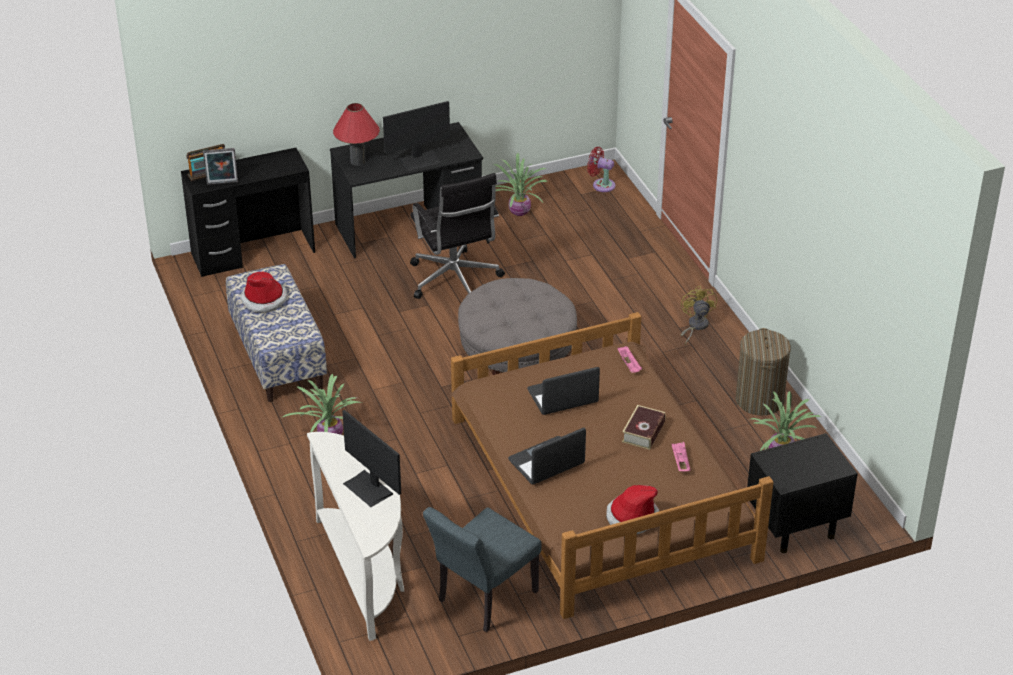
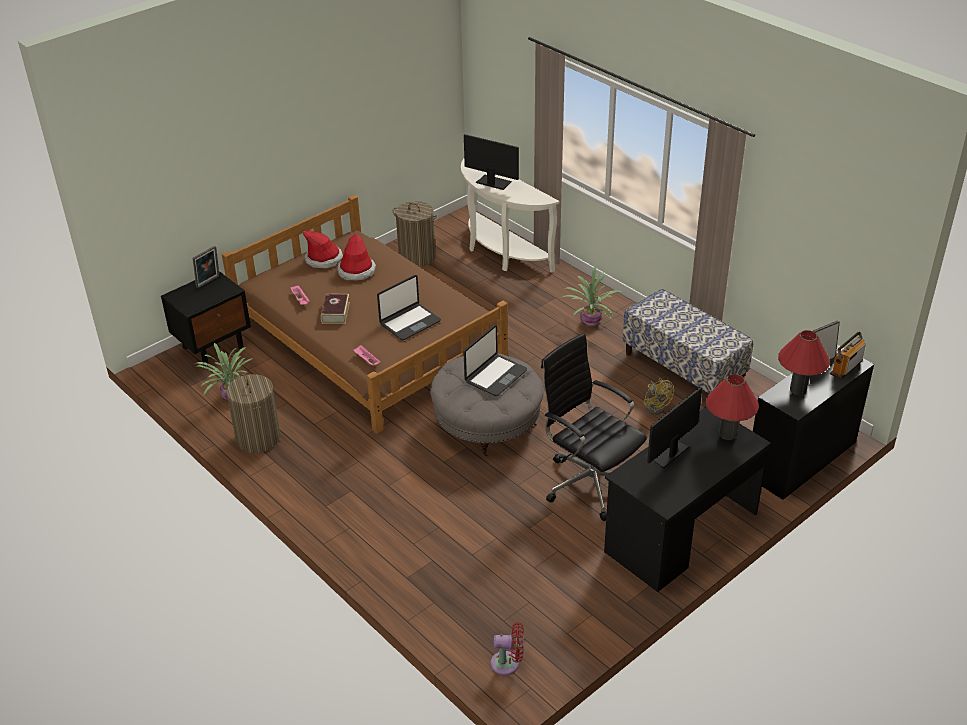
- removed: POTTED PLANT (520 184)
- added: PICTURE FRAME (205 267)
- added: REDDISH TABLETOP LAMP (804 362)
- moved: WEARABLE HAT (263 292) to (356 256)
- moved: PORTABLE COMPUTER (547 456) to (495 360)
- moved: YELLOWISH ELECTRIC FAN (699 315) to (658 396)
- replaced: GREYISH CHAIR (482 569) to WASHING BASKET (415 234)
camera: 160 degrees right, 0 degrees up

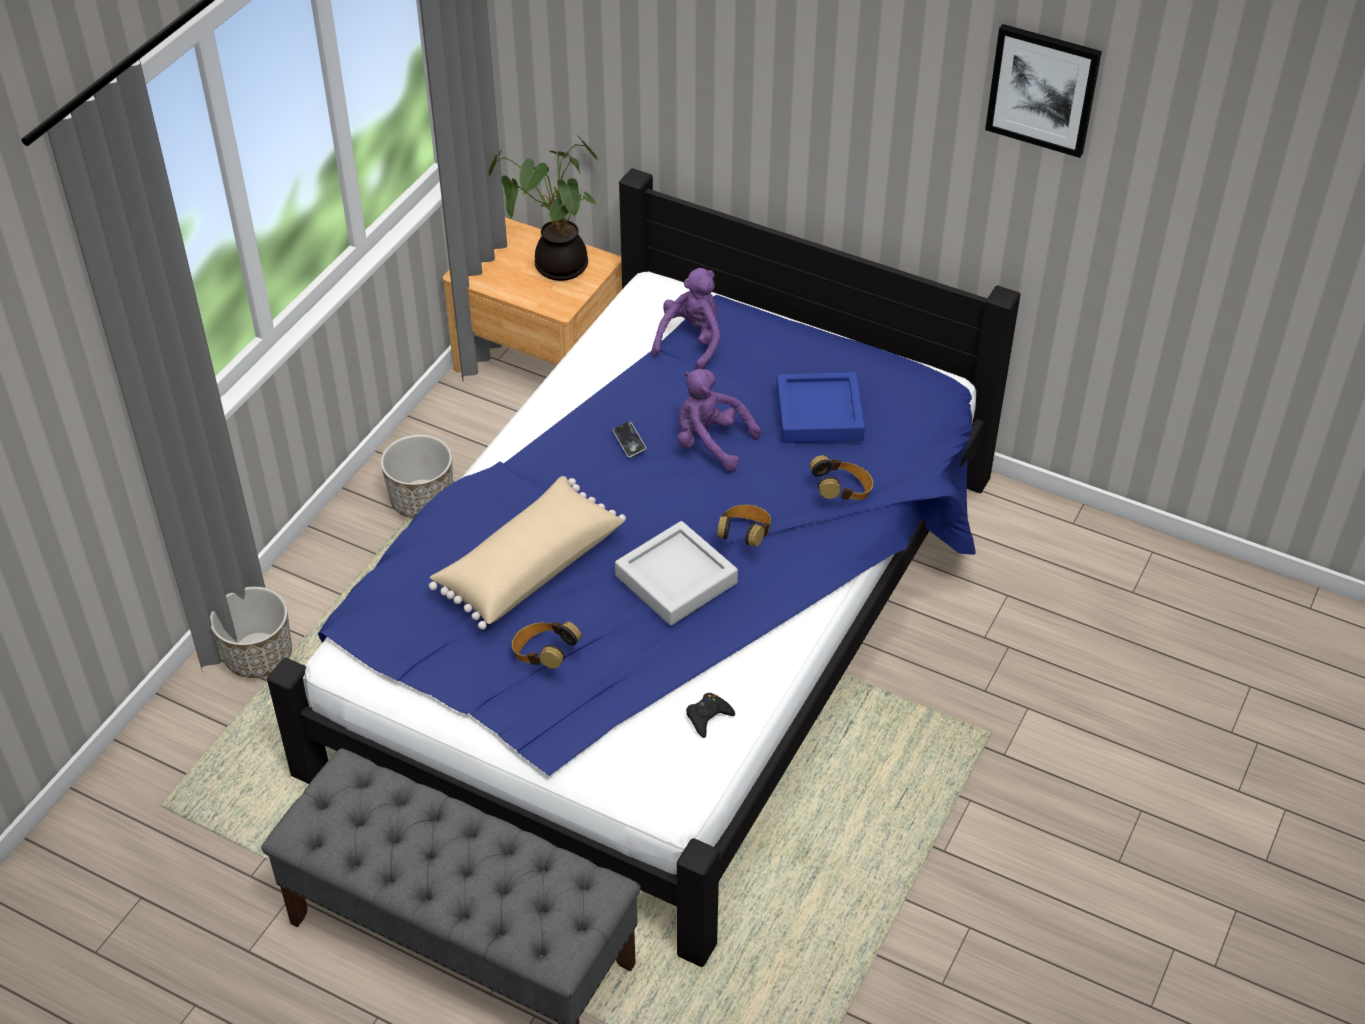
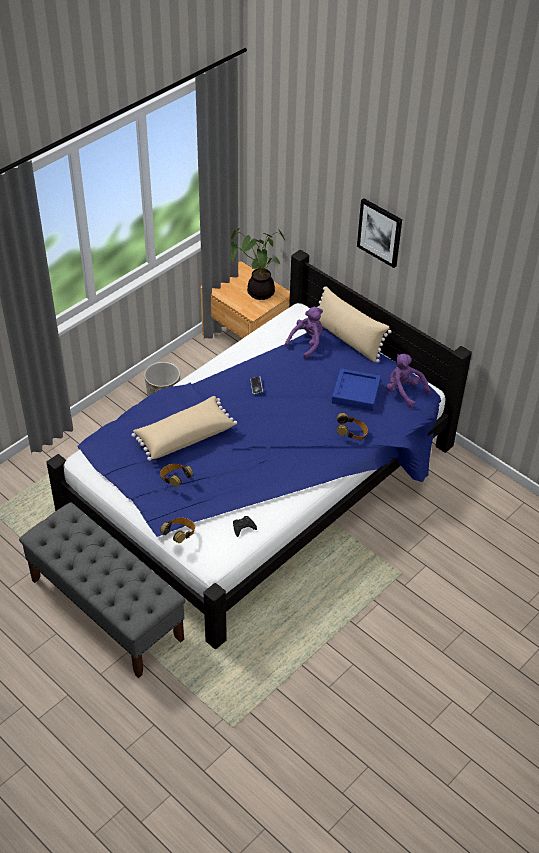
- removed: PLANT POT (251 632)
- removed: GREYISH SERVING TRAY (676 573)
- added: BEIGE THROW PILLOW (355 324)
- moved: PURPLE CUDDLY TOY (719 419) to (408 381)
- moved: PAIR OF HEADPHONES (744 526) to (177 530)
- moved: WALL ART (1043 91) to (379 233)
camera: 15 degrees right, 0 degrees up

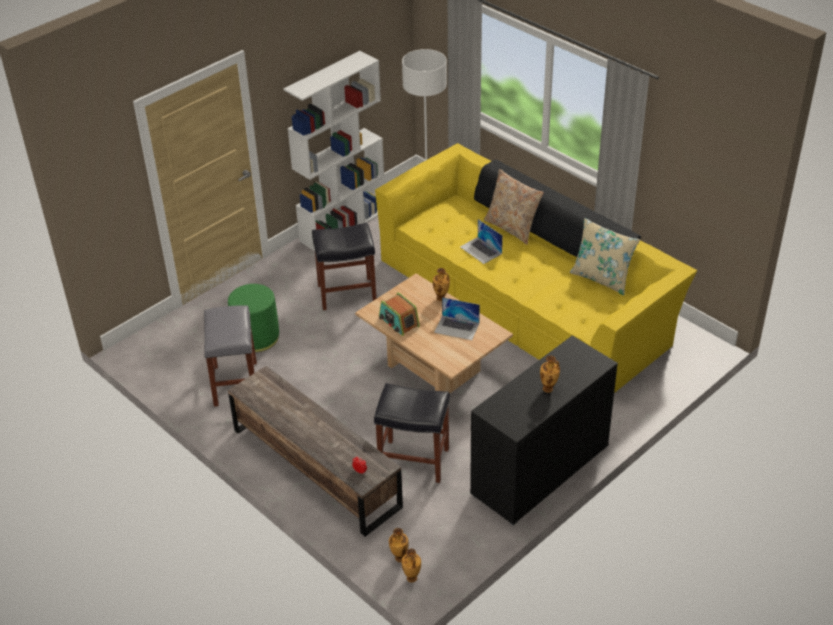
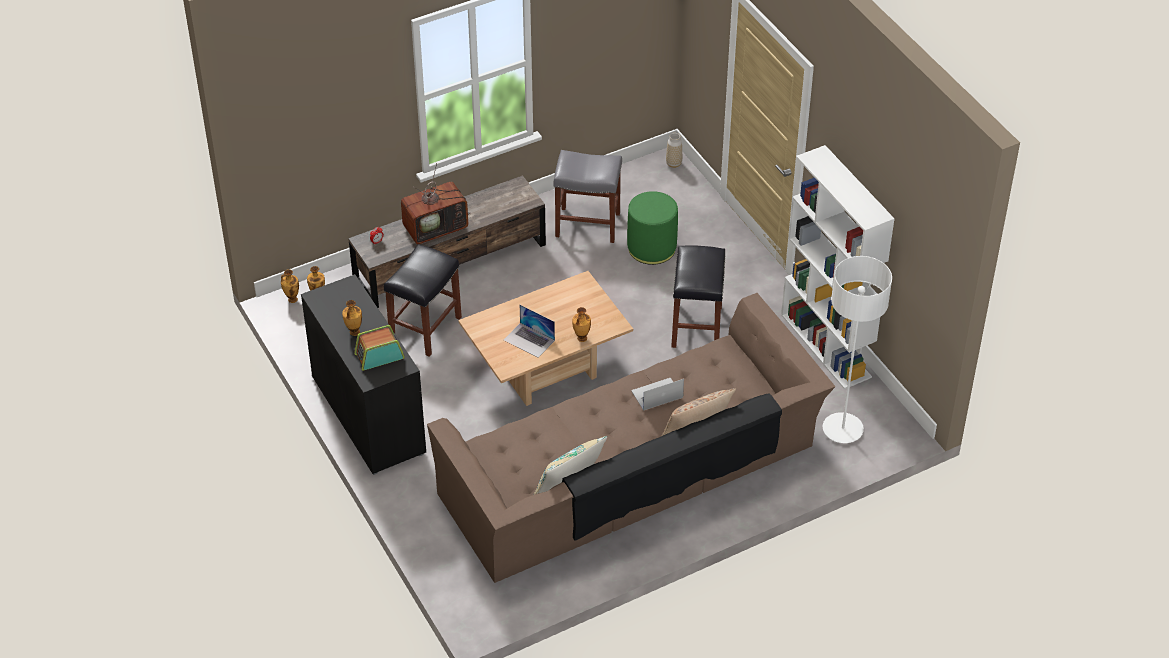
- added: TELEVISION (436 203)
- added: DECORATIVE VASE (674 150)
- moved: RADIO (399 314) to (379 348)
- recoloured: YELLOWISH COUCH (536 268) to BROWN-COLOURED COUCH (631 438)
- turned: PORTABLE COMPUTER (457 318) = (529 331) 90 degrees counterclockwise
camera: 105 degrees right, 5 degrees up

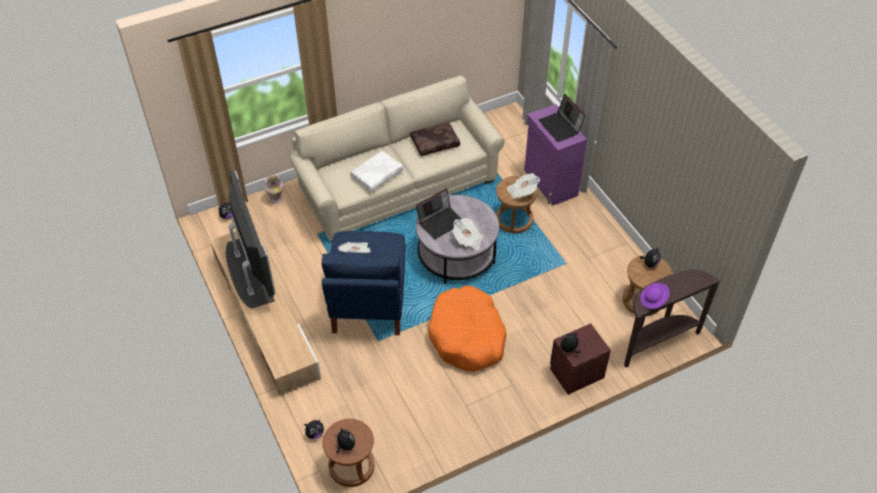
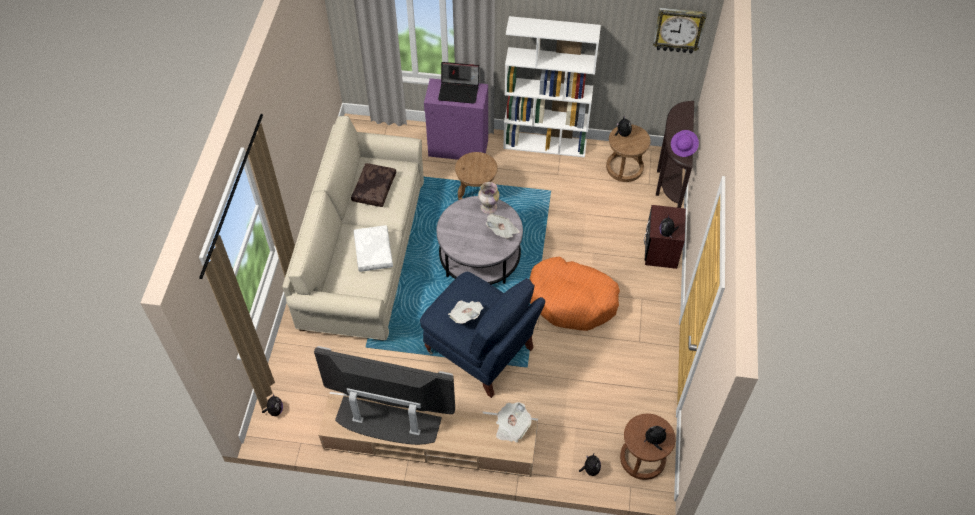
- removed: PORTABLE COMPUTER (439 214)
- added: WHITISH SHELVING UNIT (552 87)
- added: HANGING CLOCK (680 30)
- moved: DECORATIVE VASE (274 189) to (489 198)
- moved: PRINTED PAPER (523 186) to (514 422)
camera: 55 degrees left, 5 degrees up

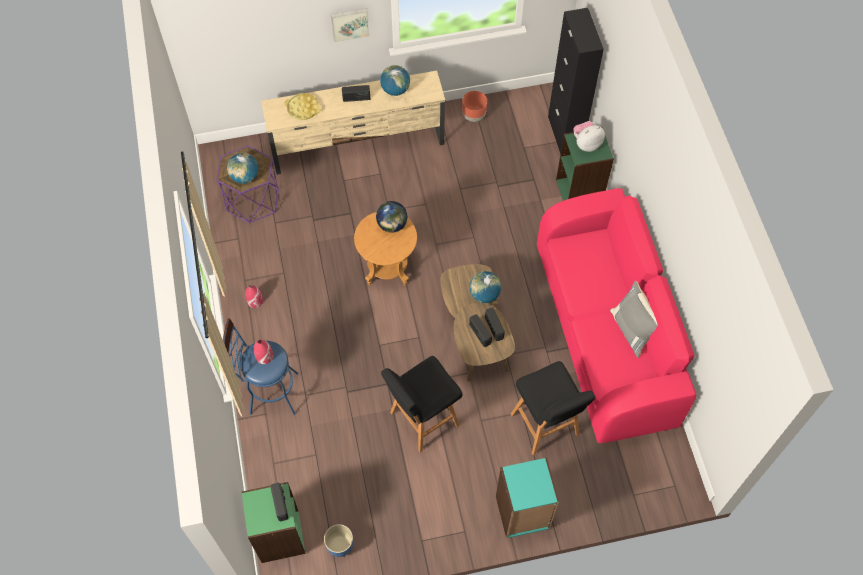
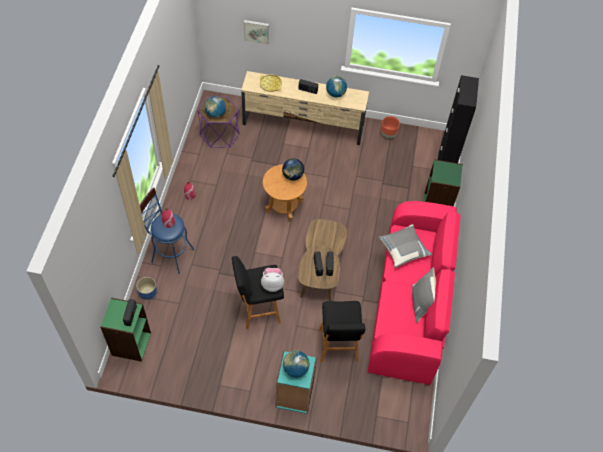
- added: GREYISH THROW PILLOW (405 246)
- moved: BLUISH PLANT POT (338 540) to (146 288)
- moved: WALL ART (350 25) to (256 32)
- moved: WORLD GLOBE (485 287) to (296 364)
- moved: CUDDLY TOY (589 136) to (272 280)
camera: 20 degrees right, 5 degrees down

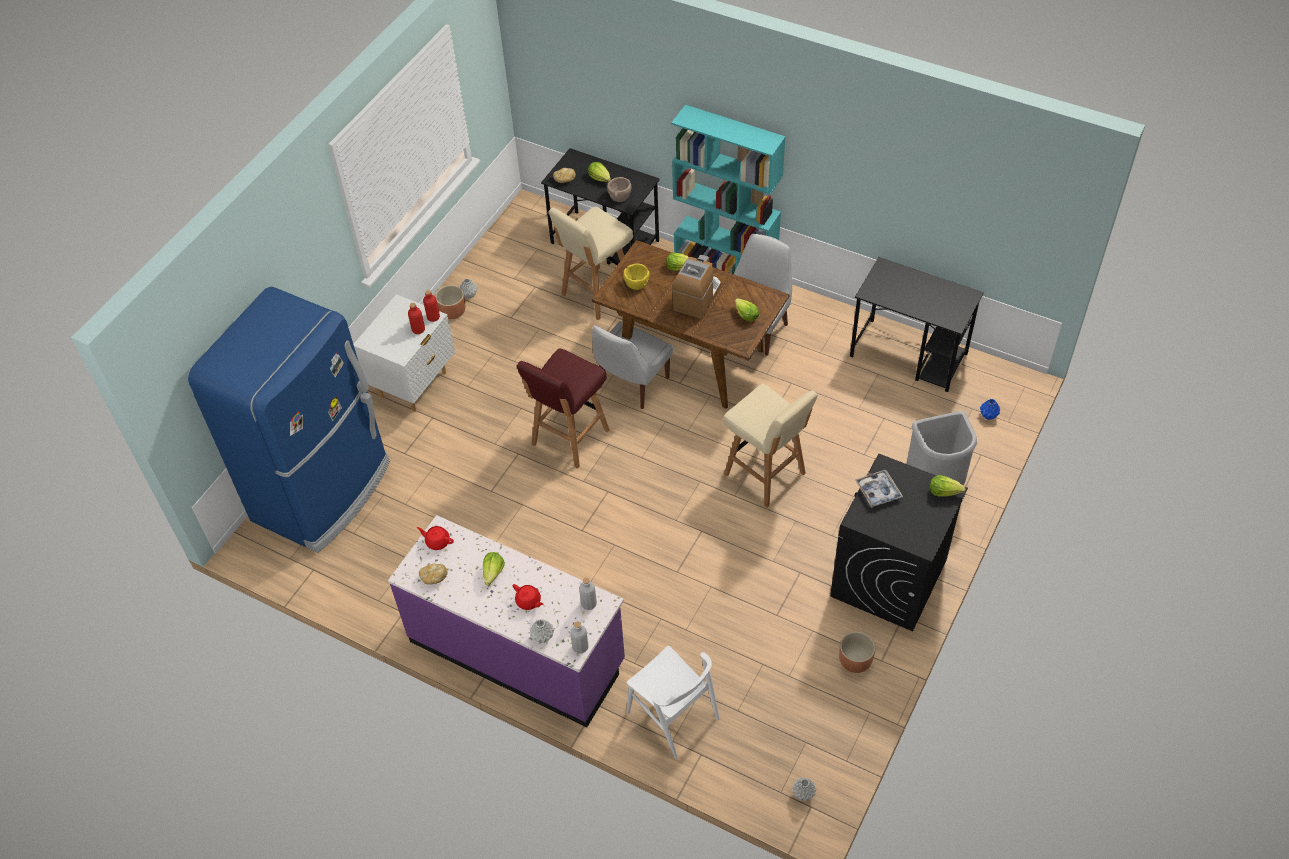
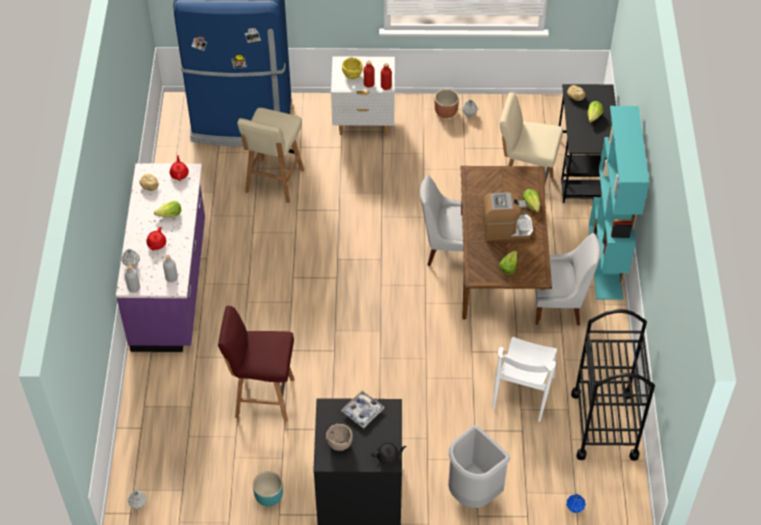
- moved: REDDISH SITTING STOOL (563 408) to (256 364)
- moved: BROWN-COLOURED DEEP DISH (619 189) to (339 437)
- moved: YELLOWISH DEEP DISH (637 276) to (352 68)
- moved: WHITISH CHAIR (673 702) to (524 379)
- moved: BEIGE SITTING STOOL (770 445) to (270 155)
- replaced: BLACK-COLOURED DESK (917 324) to BLACK-COLOURED TROLLEY (613 385)
- replaced: LETTUCE HEAD (948 486) to BLACK-COLOURED POT FOR TEA (389 453)
- recoloured: BROWN-COLOURED PLANT POT (857 652) to TURQUOISE PLANT POT (268 489)
camera: 60 degrees right, 0 degrees up

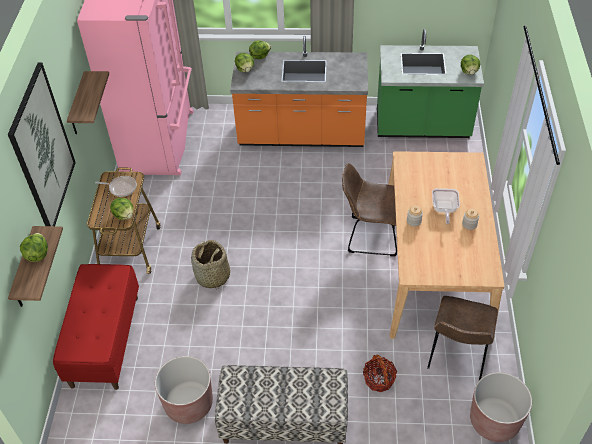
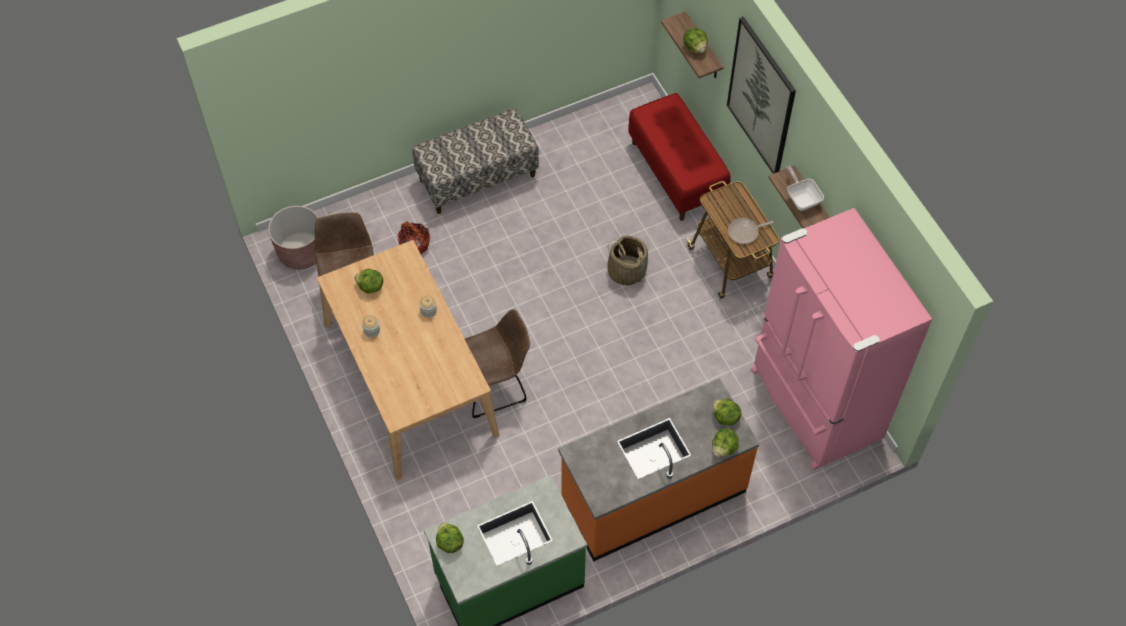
- removed: BROWN-COLOURED PLANT POT (184 390)
- moved: LETTUCE HEAD (121 209) to (368 281)
- moved: PAN (446 206) to (805 188)
camera: 150 degrees right, 10 degrees up

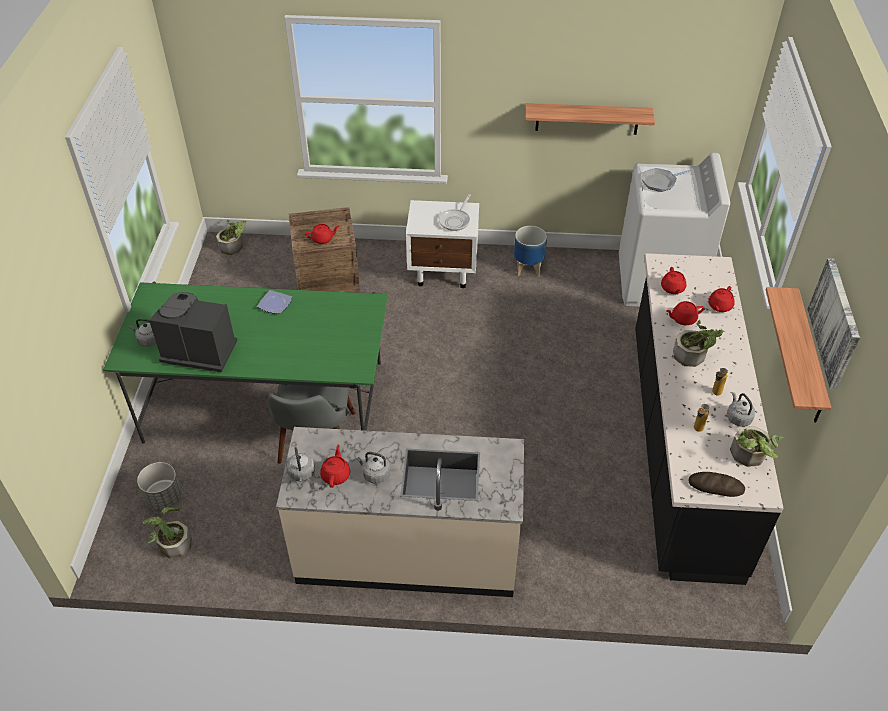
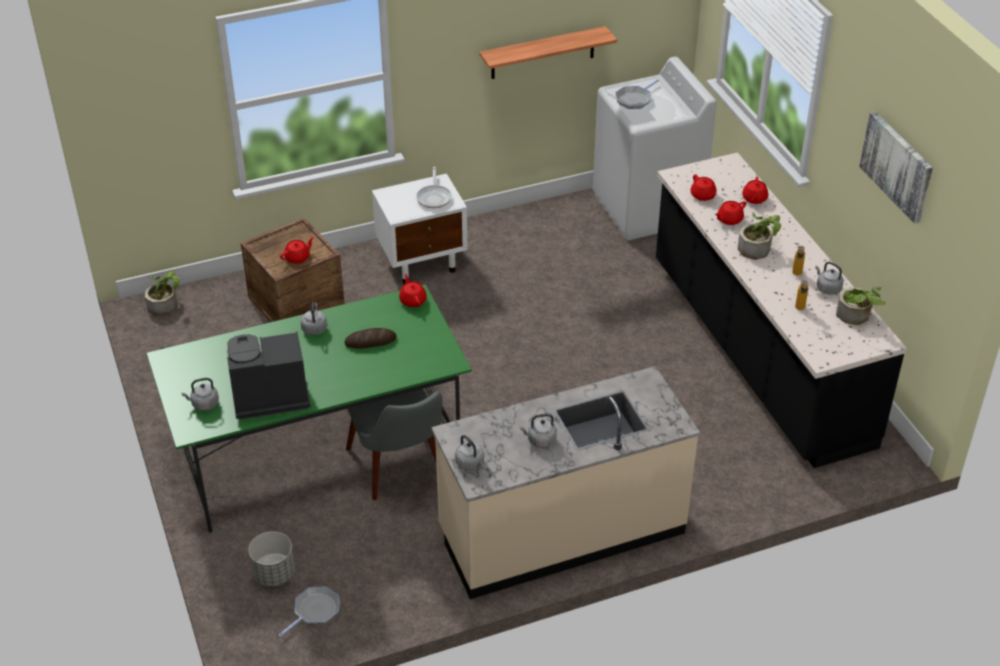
- removed: PLANT POT (530 251)
- removed: BRACKET SHELF (798 354)
- moved: REDDISH POT FOR TEA (335 466) to (413 290)
- moved: BREAD (717 484) to (371 338)
- replaced: POTTED PLANT (167 533) to PAN (308 612)
- replaced: FLAT DISH (274 302) to GREYISH TEA KETTLE (314 318)
camera: 25 degrees left, 5 degrees down

